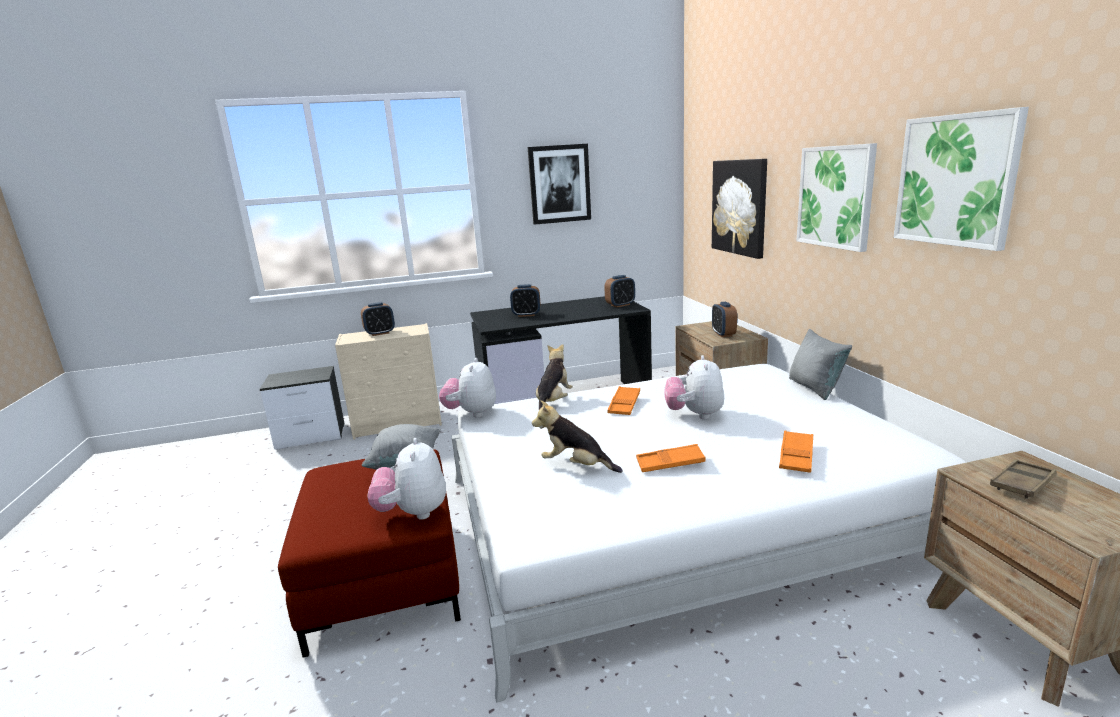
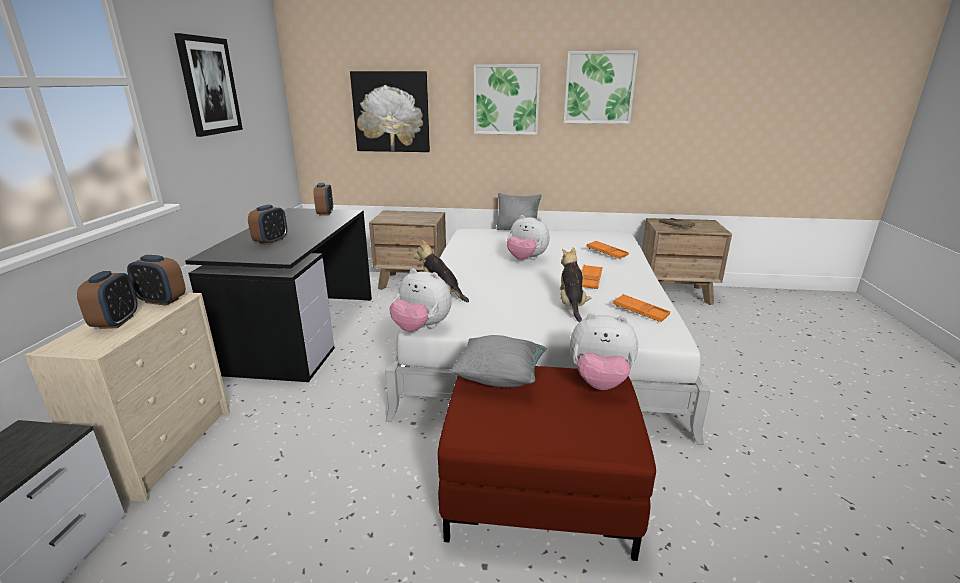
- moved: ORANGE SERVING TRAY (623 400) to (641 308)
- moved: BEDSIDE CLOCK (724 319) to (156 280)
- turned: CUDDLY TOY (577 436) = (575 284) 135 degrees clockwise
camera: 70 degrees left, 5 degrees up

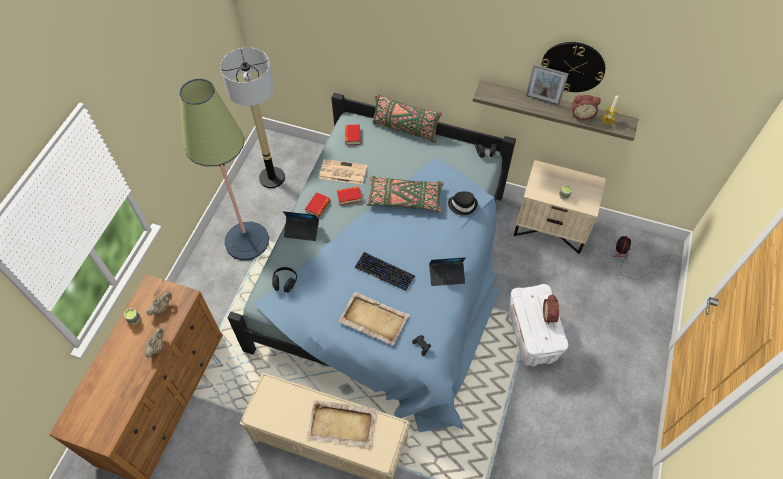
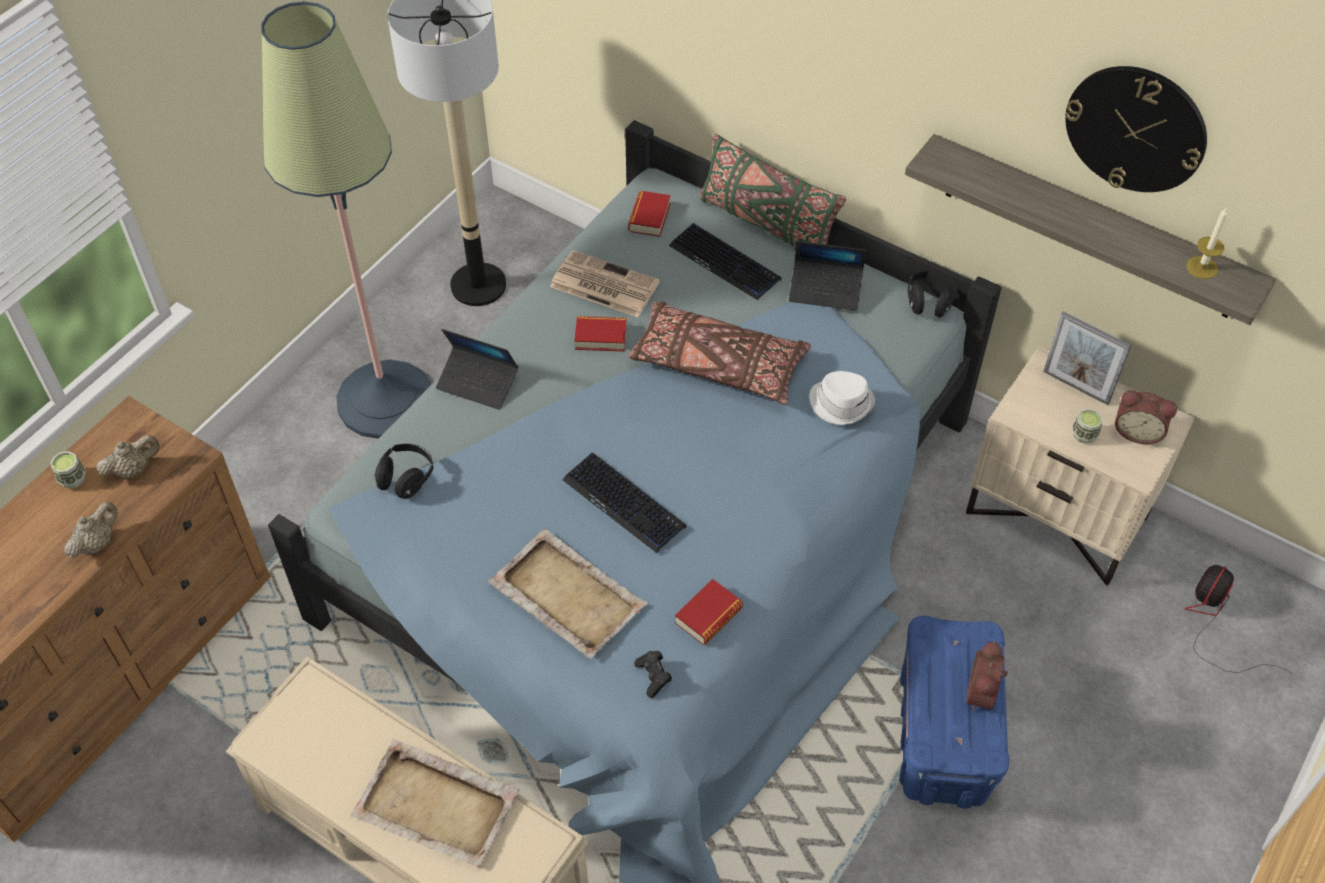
- added: KEYBOARD (725 261)
- moved: BOUND BOOK (317 205) to (709 612)
- moved: PORTABLE COMPUTER (447 271) to (827 275)
- moved: PICTURE FRAME (547 84) to (1087 358)
- moved: BEDSIDE CLOCK (586 107) to (1146 417)
- recoloured: GREENISH THROW PILLOW (405 194) to BROWN-COLOURED THROW PILLOW (720 353)
- recoloured: BLACK-COLOURED WEARABLE HAT (463 204) to WHITISH WEARABLE HAT (842 398)
- recoloured: WHITISH STORAGE BIN (538 325) to BLUISH STORAGE BIN (954 712)
camera: 15 degrees right, 5 degrees down

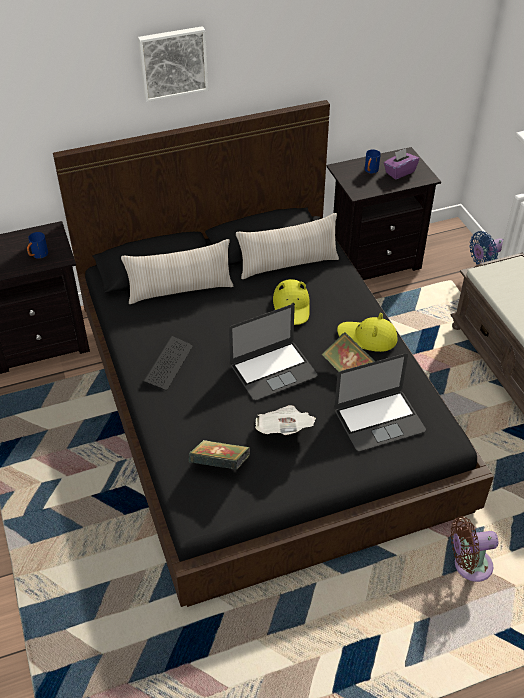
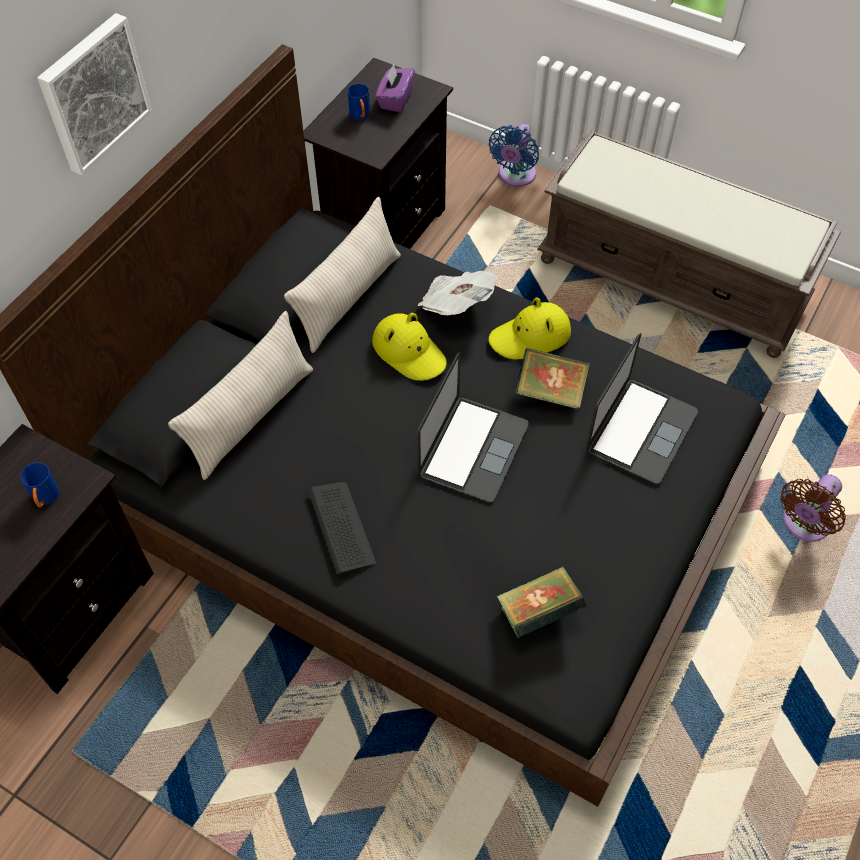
- moved: PRINTED PAPER (285 420) to (458 292)
camera: 40 degrees left, 10 degrees up

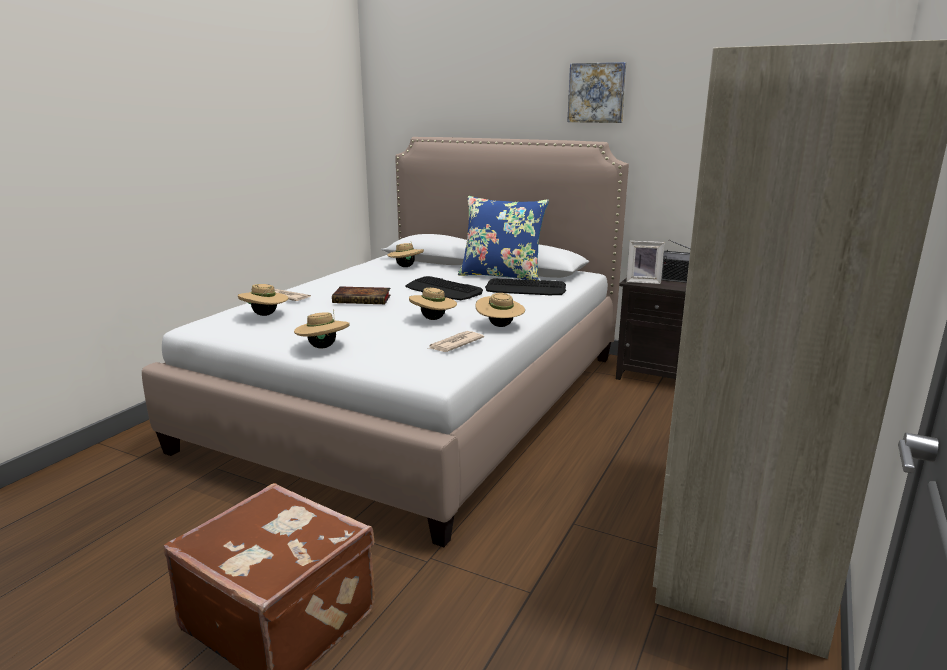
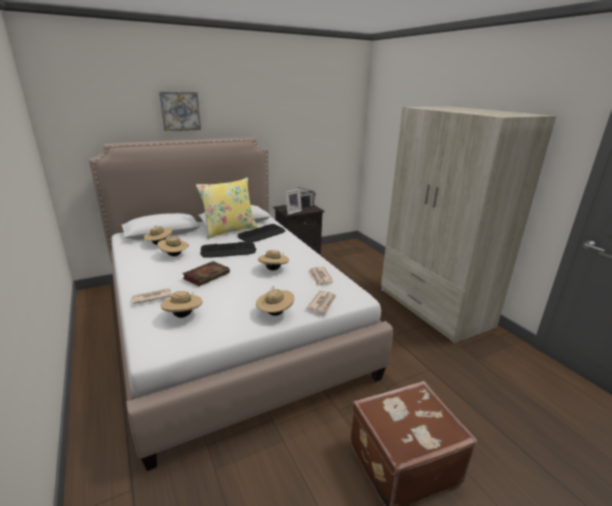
- added: PRINTED PAPER (321 301)
- moved: BEIGE WEARABLE HAT (500 310) to (172 246)
- moved: WALL ART (597 92) to (180 111)
- recoloured: BLUISH THROW PILLOW (503 238) to YELLOWISH THROW PILLOW (227 208)
camera: 55 degrees left, 5 degrees up

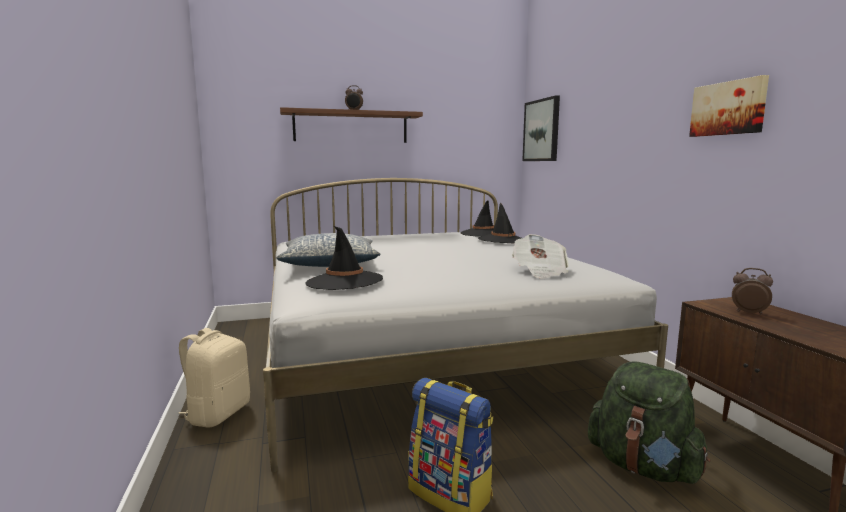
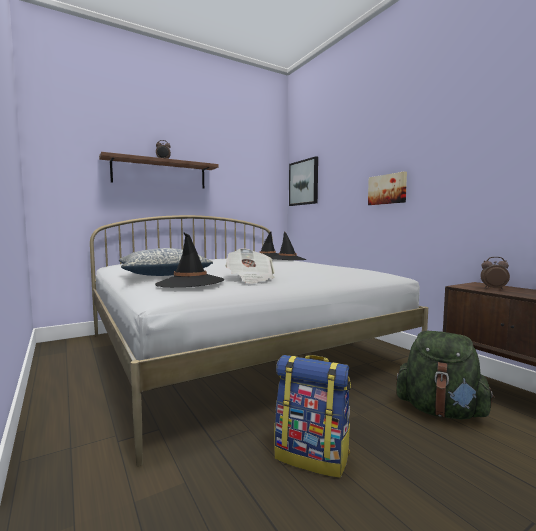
- removed: BEIGE BACKPACK (214 378)
- moved: PRINTED PAPER (540 256) to (250 266)
- moved: WALL ART (729 106) to (387 188)
camera: 15 degrees left, 5 degrees down

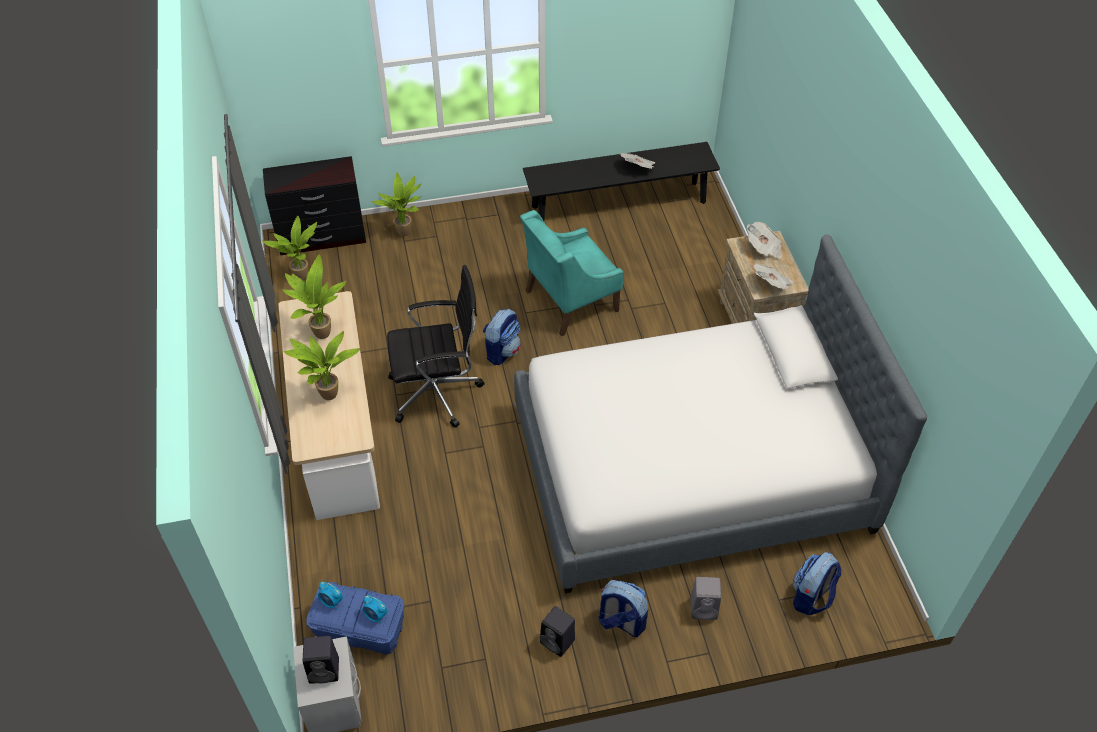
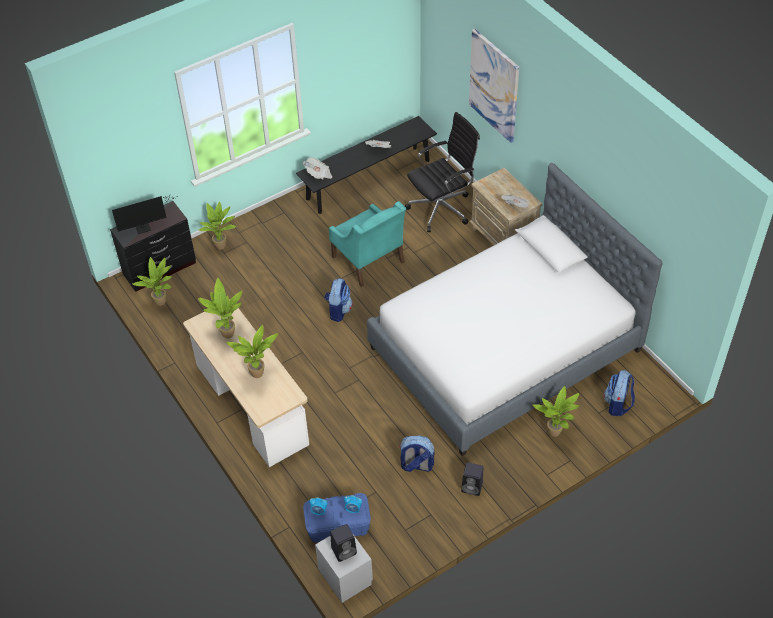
- added: COMPUTER DISPLAY (140 214)
- added: WALL ART (494 86)
- moved: BLACK-COLOURED OFFICE CHAIR (435 346) to (442 172)
- moved: BACKPACK (623 608) to (417 454)
- moved: PRINTED PAPER (764 240) to (317 168)
- replaced: GREYISH LOUDSPEAKER (705 598) to POTTED PLANT (556 411)
- turned: TURQUOISE EASY CHAIR (572 273) = (367 244) 75 degrees counterclockwise
camera: 20 degrees left, 0 degrees up

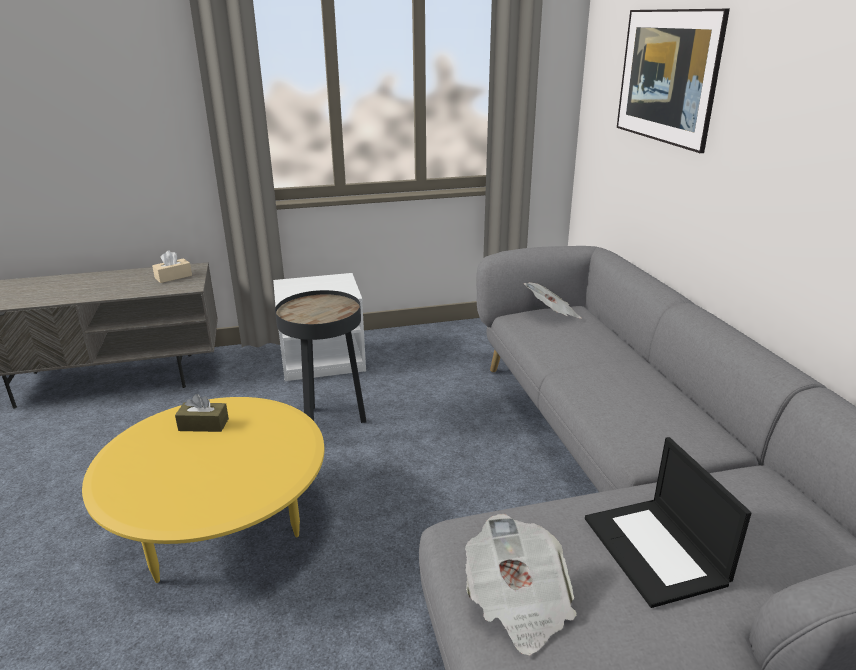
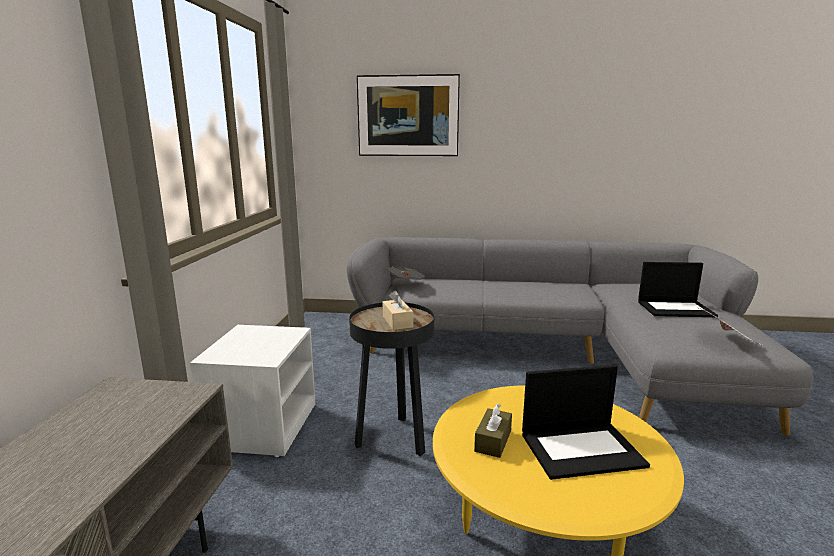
- added: PORTABLE COMPUTER (586 422)
- moved: BEIGE TISSUE BOX (172 267) to (398 310)
camera: 70 degrees left, 10 degrees down

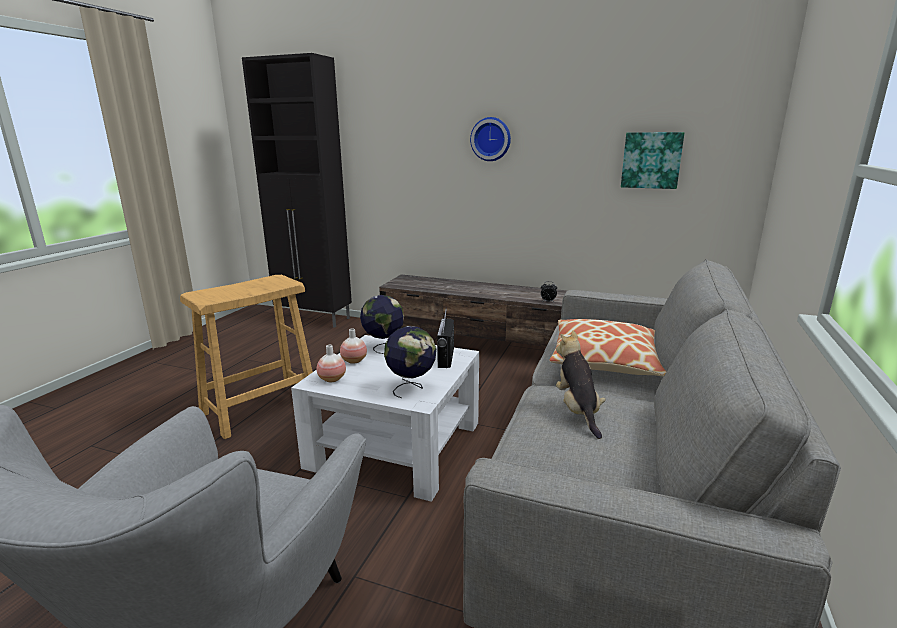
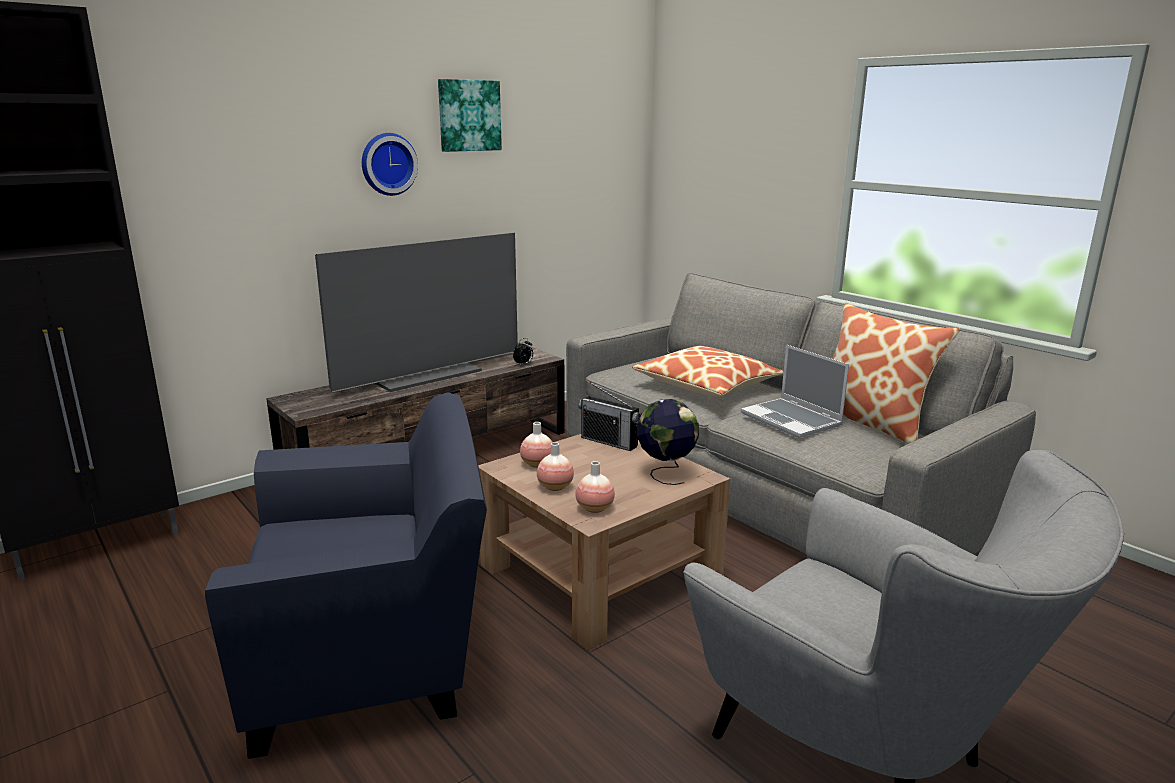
- added: TELEVISION (416 312)
- added: THROW PILLOW (896 373)
- moved: WALL ART (652 160) to (470 115)
- replaced: BEIGE SITTING STOOL (246 357) to BLUISH EASY CHAIR (346 575)
- replaced: WORLD GLOBE (382 324) to DECORATIVE VASE (536 445)
- replaced: CUDDLY TOY (581 384) to PORTABLE COMPUTER (795 391)
- recoloured: WHITISH LOUNGE TABLE (385 418) to BROWN-COLOURED LOUNGE TABLE (604 542)
camera: 60 degrees left, 0 degrees up

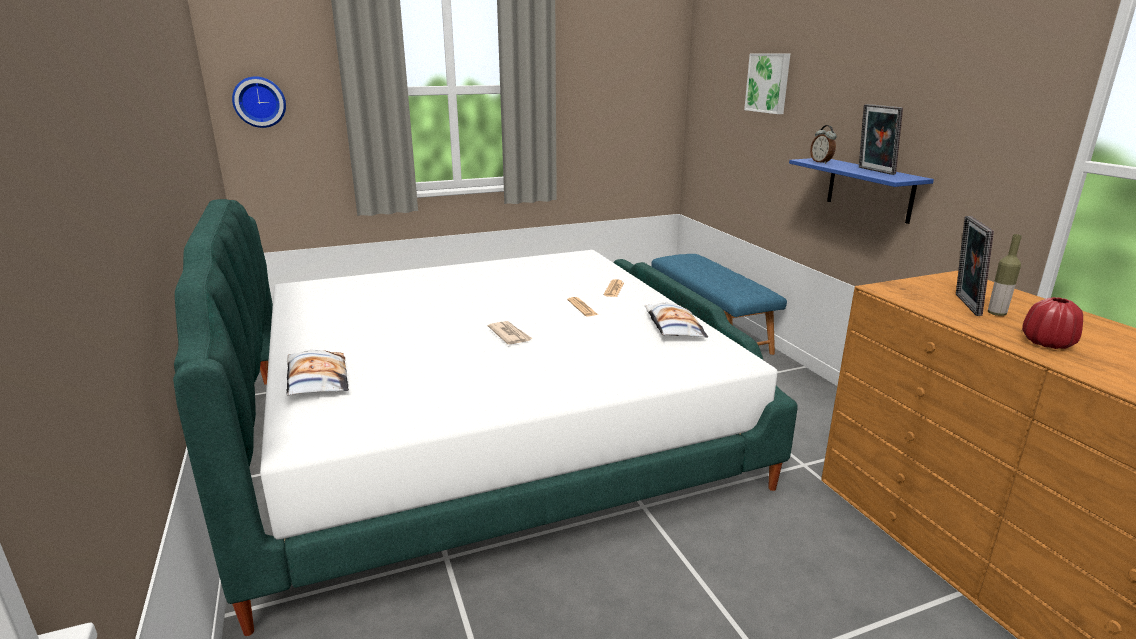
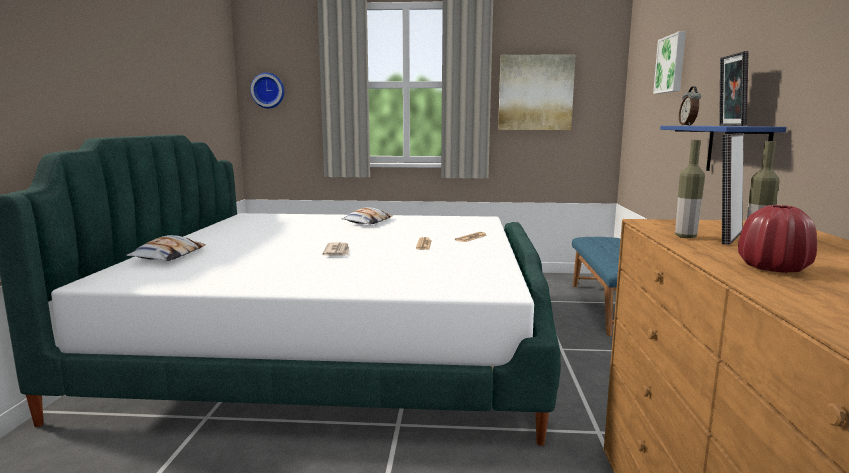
- added: WALL ART (537 92)
- added: BOTTLE (690 189)
- moved: THROW PILLOW (676 320) to (367 216)
camera: 25 degrees right, 10 degrees down

